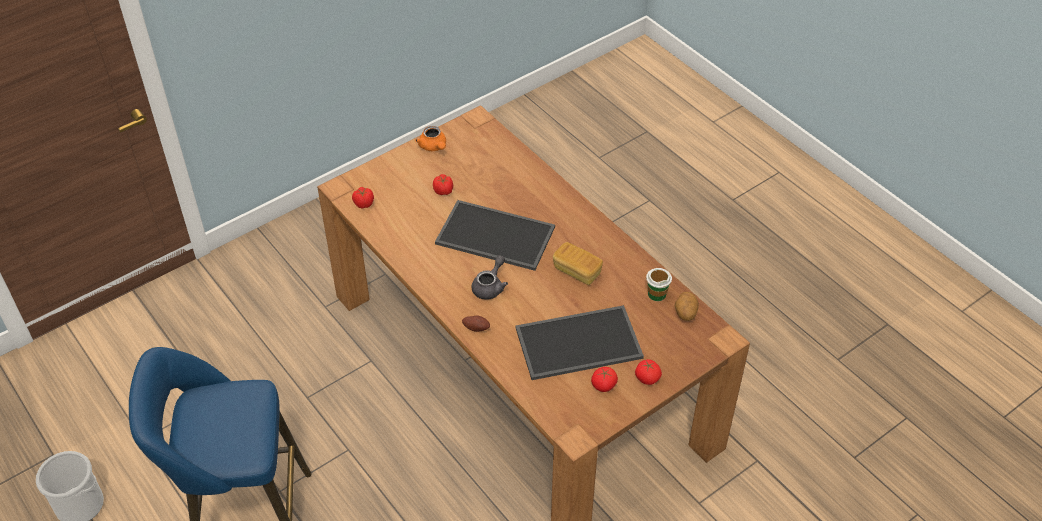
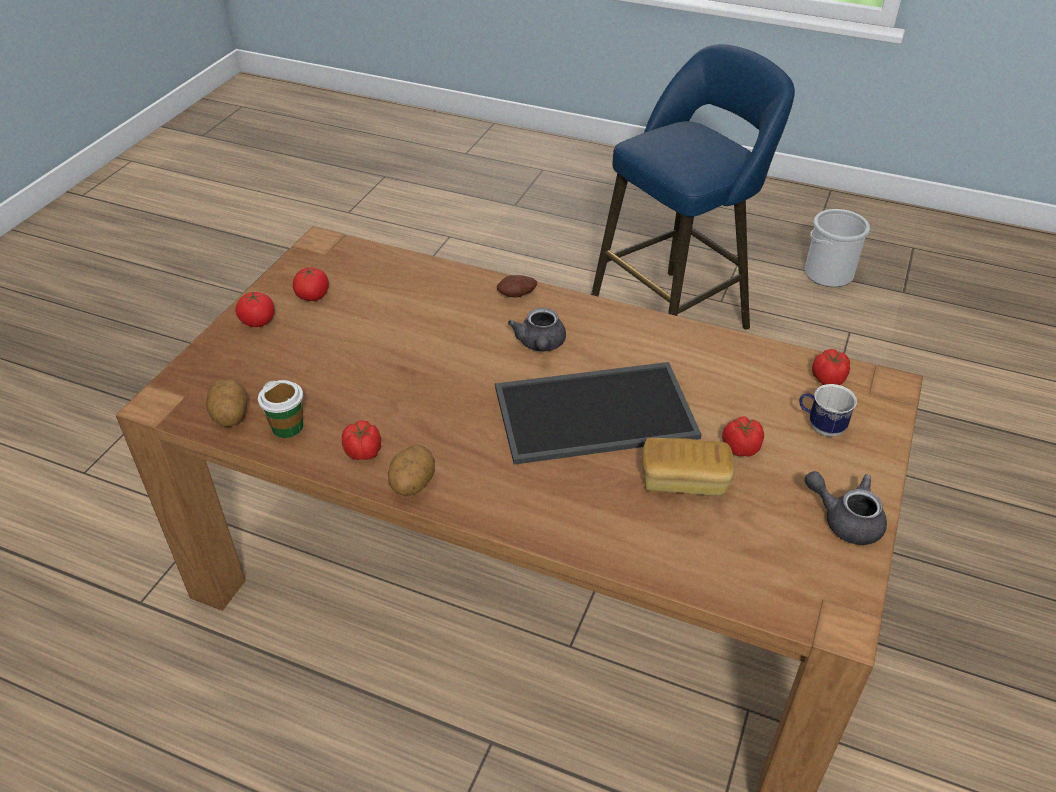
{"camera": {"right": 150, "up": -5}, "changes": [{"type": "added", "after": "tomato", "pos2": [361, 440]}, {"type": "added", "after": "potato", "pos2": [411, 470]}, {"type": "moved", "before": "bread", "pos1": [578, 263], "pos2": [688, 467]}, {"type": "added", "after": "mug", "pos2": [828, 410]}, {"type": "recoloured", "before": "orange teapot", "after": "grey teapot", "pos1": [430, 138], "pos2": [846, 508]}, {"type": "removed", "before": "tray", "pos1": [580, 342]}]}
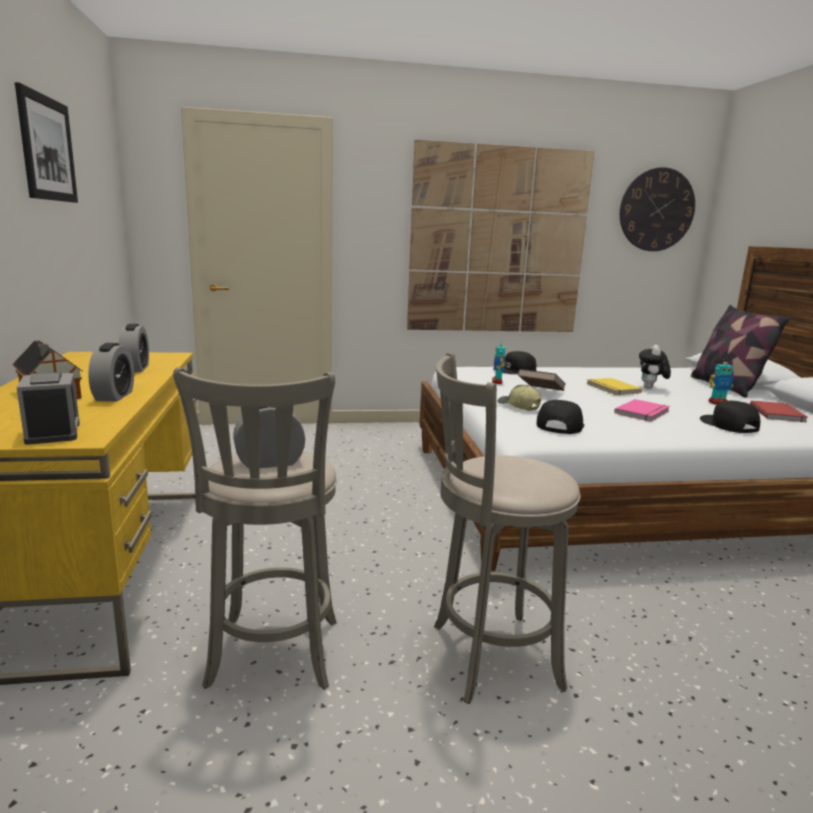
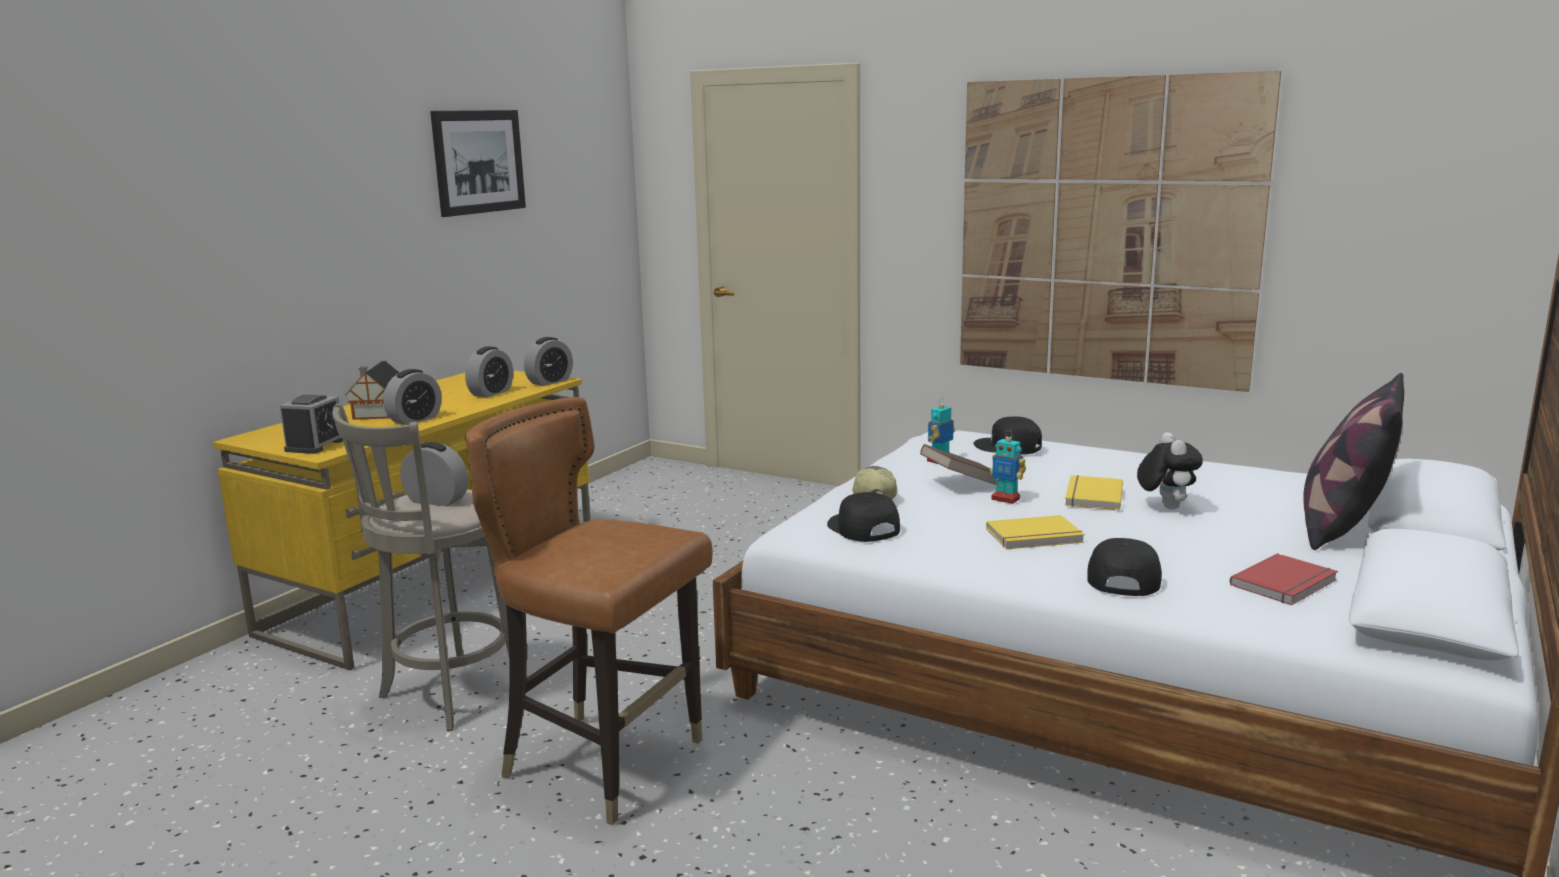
{"camera": {"right": 40, "up": 0}, "changes": [{"type": "replaced", "before": "grey stool", "after": "brown chair", "pos1": [507, 528], "pos2": [589, 611]}, {"type": "added", "after": "alarm clock", "pos2": [548, 361]}, {"type": "turned", "before": "black cap", "pos1": [560, 417], "pos2": [863, 517], "turn": -90}, {"type": "recoloured", "before": "pink book", "after": "yellow book", "pos1": [642, 410], "pos2": [1035, 532]}, {"type": "moved", "before": "toy robot", "pos1": [721, 381], "pos2": [1008, 467]}, {"type": "turned", "before": "plush toy", "pos1": [655, 366], "pos2": [1170, 471], "turn": 120}, {"type": "removed", "before": "wall clock", "pos1": [657, 209]}]}
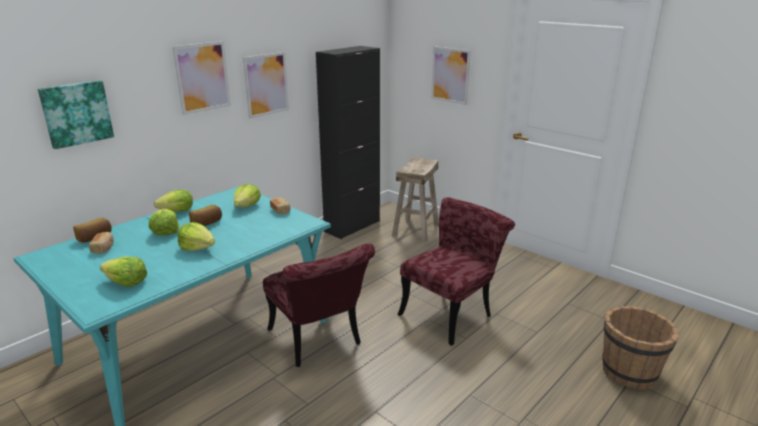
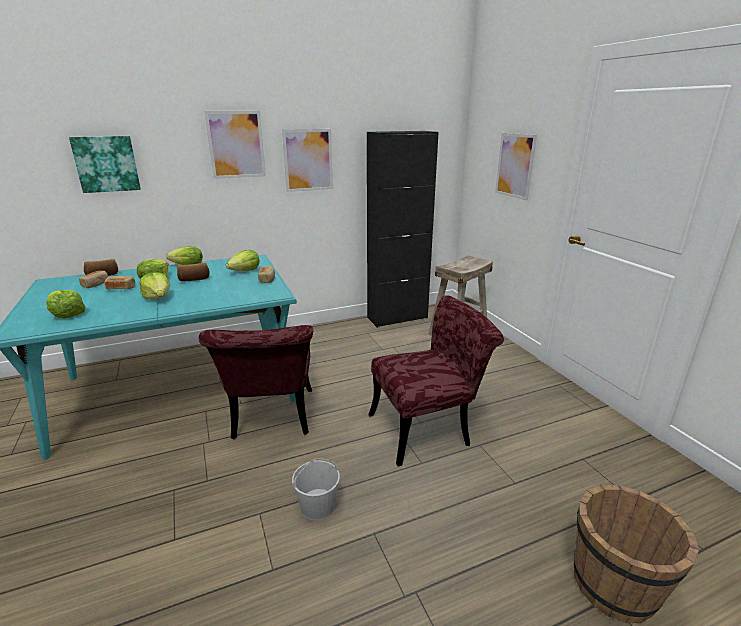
{"camera": {"right": 25, "up": 0}, "changes": [{"type": "added", "after": "bread", "pos2": [119, 282]}, {"type": "added", "after": "white bucket", "pos2": [316, 489]}]}
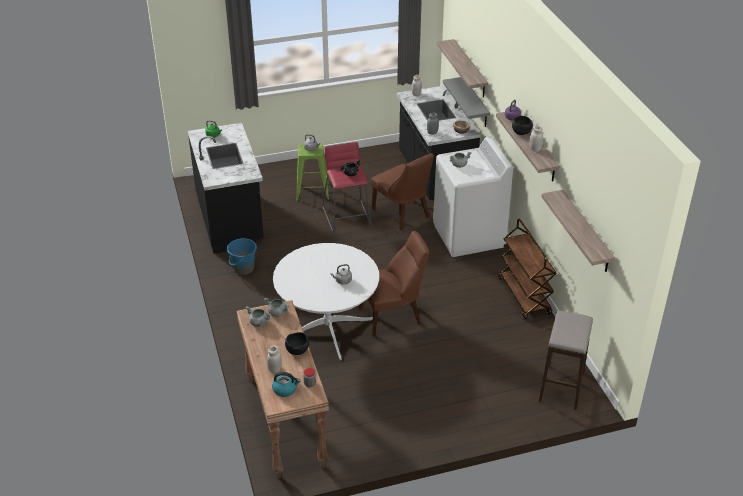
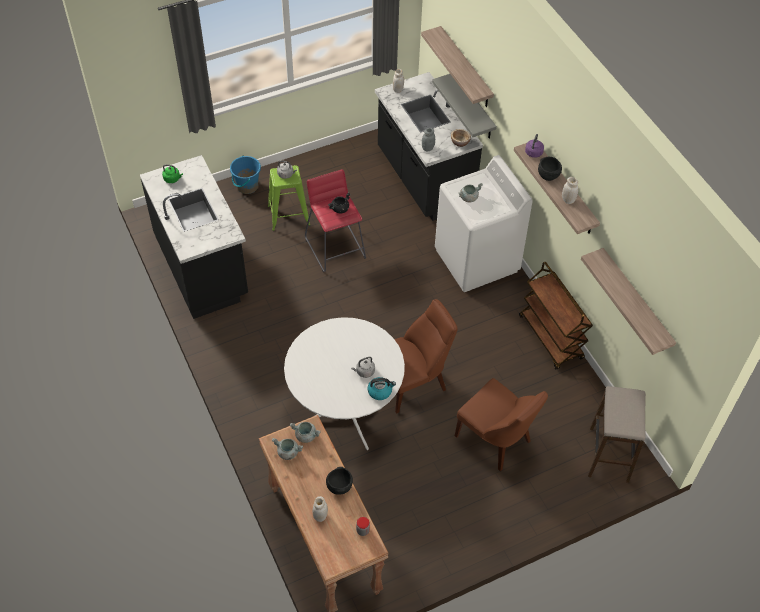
{"camera": {"right": -10, "up": 15}, "changes": [{"type": "moved", "before": "blue bucket", "pos1": [242, 256], "pos2": [245, 174]}, {"type": "moved", "before": "kettle", "pos1": [286, 384], "pos2": [381, 388]}, {"type": "moved", "before": "brown chair", "pos1": [402, 191], "pos2": [501, 424]}]}
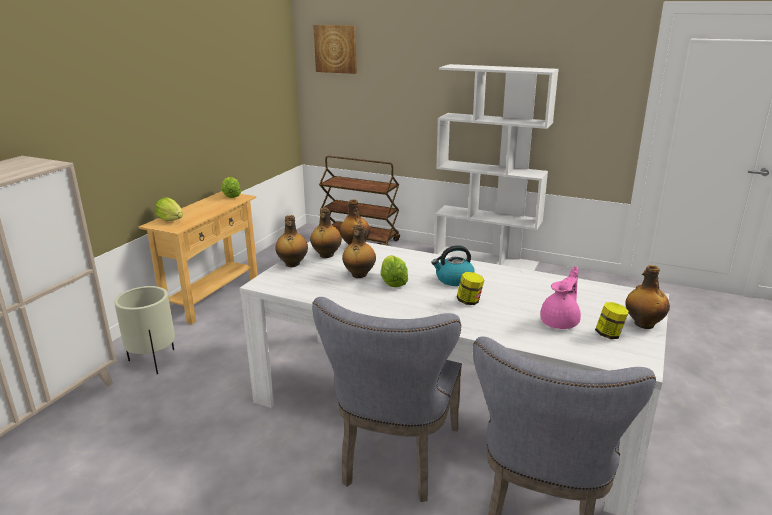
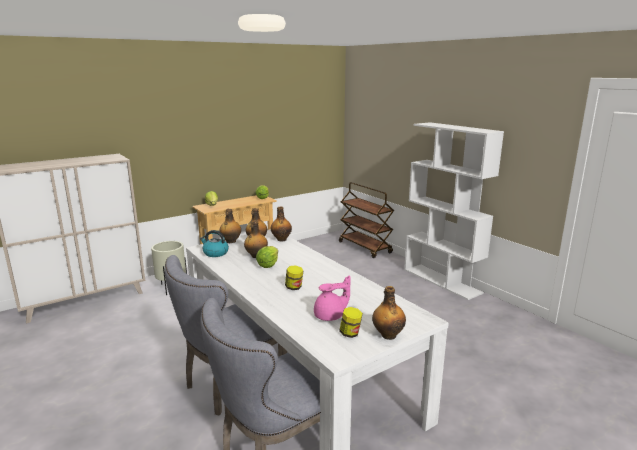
{"camera": {"right": 30, "up": -5}, "changes": [{"type": "moved", "before": "kettle", "pos1": [453, 265], "pos2": [214, 243]}, {"type": "removed", "before": "picture", "pos1": [335, 49]}]}
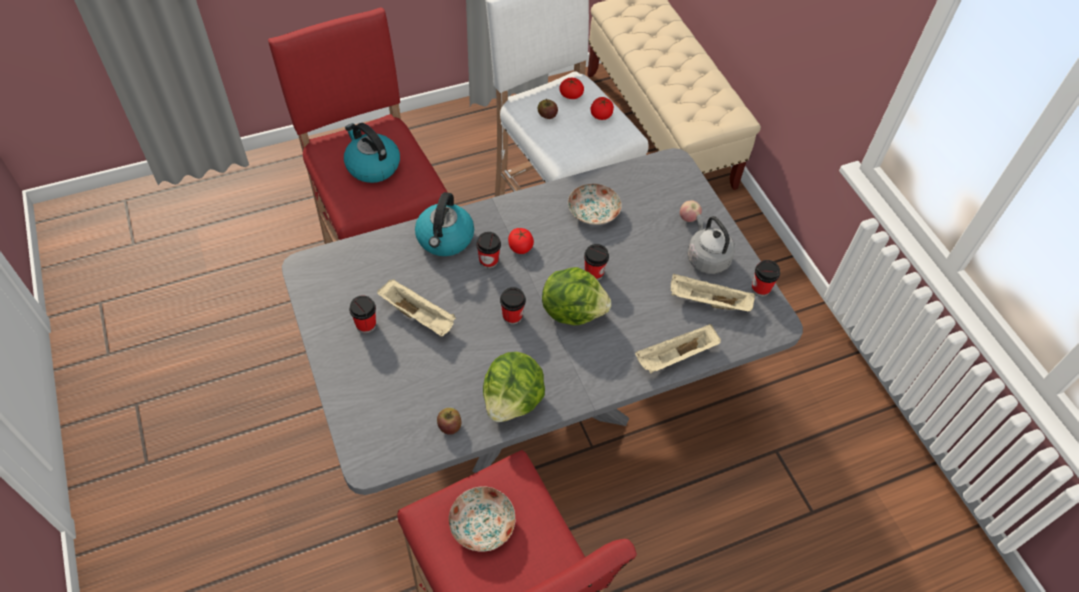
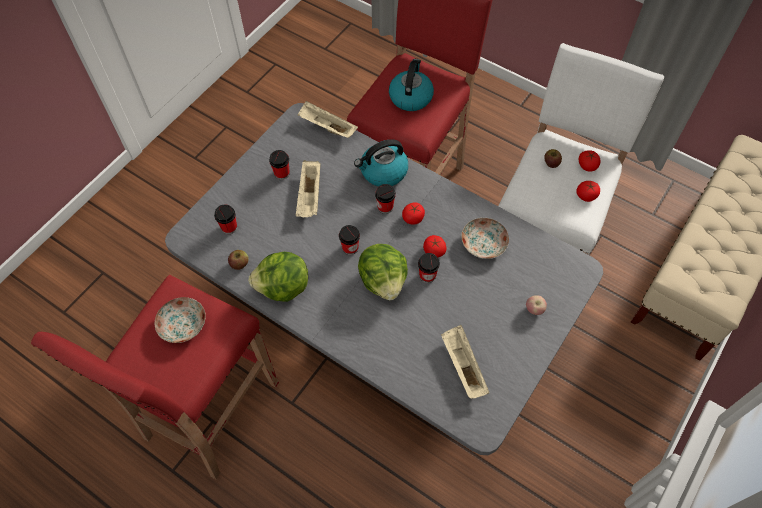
{"camera": {"right": 60, "up": 5}, "changes": [{"type": "moved", "before": "cup", "pos1": [765, 278], "pos2": [225, 219]}, {"type": "moved", "before": "beige tray", "pos1": [678, 348], "pos2": [327, 119]}, {"type": "added", "after": "tomato", "pos2": [435, 246]}, {"type": "removed", "before": "grey kettle", "pos1": [711, 244]}]}
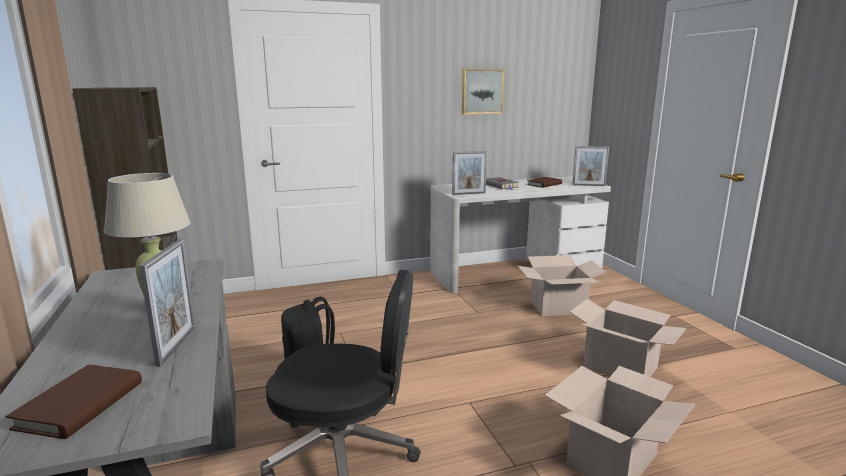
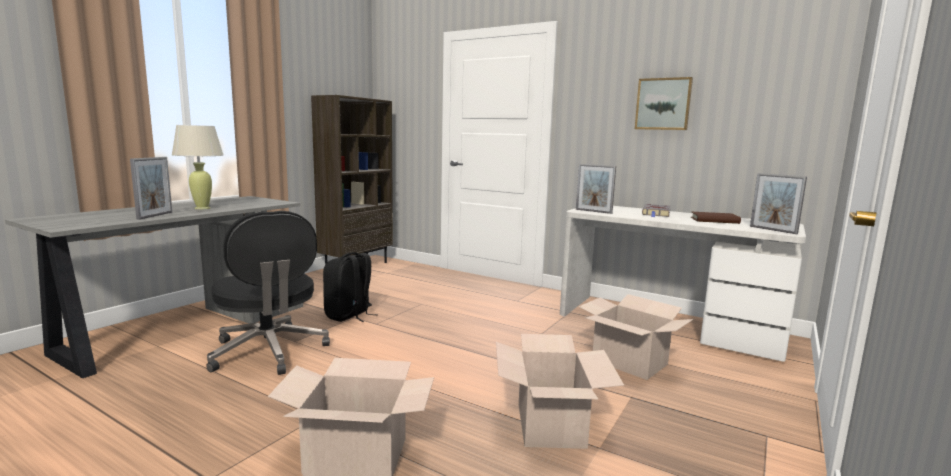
{"camera": {"right": 50, "up": -5}, "changes": [{"type": "turned", "before": "picture frame", "pos1": [167, 303], "pos2": [151, 188], "turn": -45}, {"type": "removed", "before": "brown book", "pos1": [74, 401]}]}
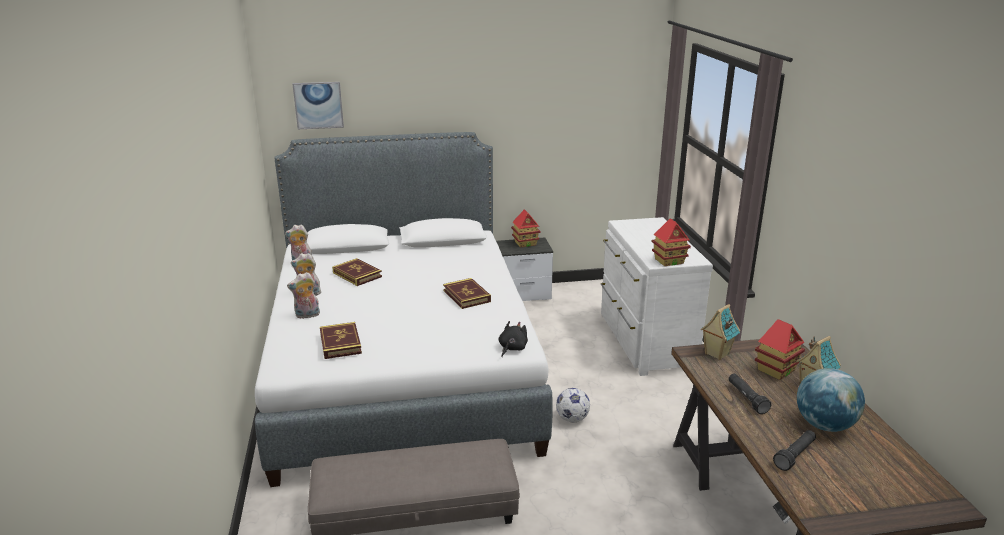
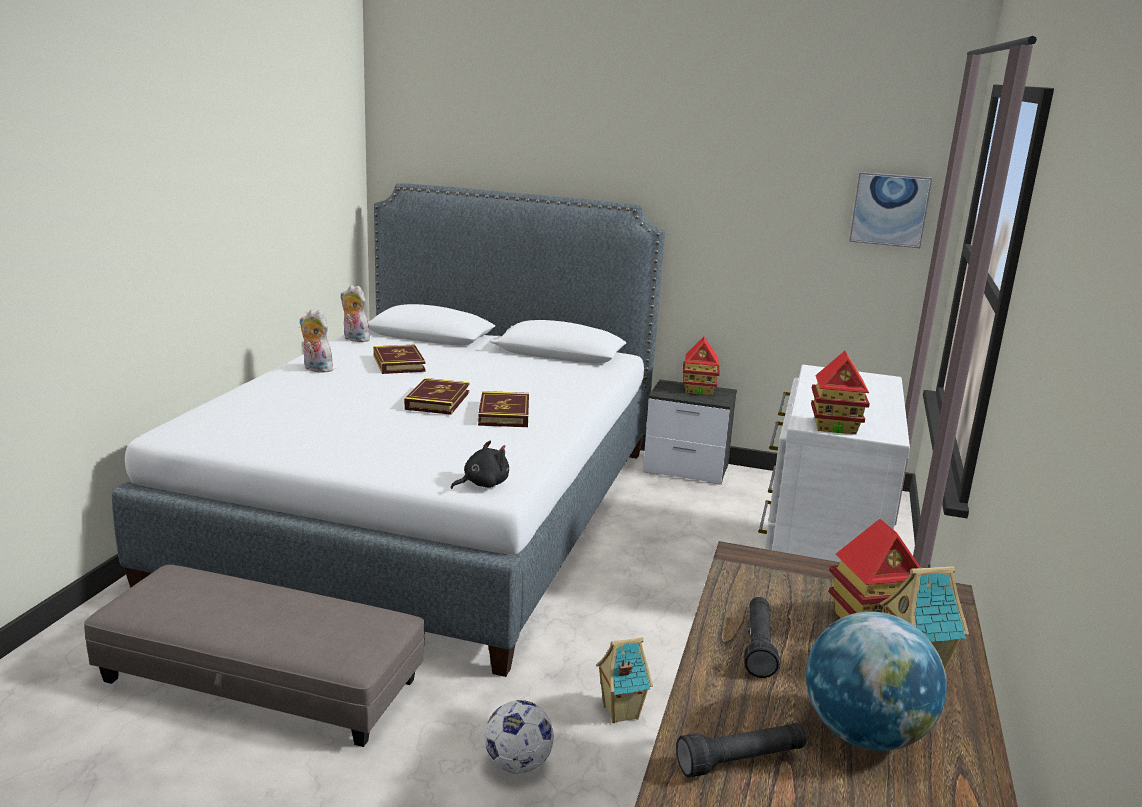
{"camera": {"right": 25, "up": -5}, "changes": [{"type": "moved", "before": "book", "pos1": [341, 340], "pos2": [436, 396]}, {"type": "moved", "before": "football", "pos1": [573, 405], "pos2": [519, 737]}, {"type": "moved", "before": "toy house", "pos1": [720, 332], "pos2": [624, 680]}, {"type": "moved", "before": "picture", "pos1": [318, 105], "pos2": [890, 210]}, {"type": "removed", "before": "plush toy", "pos1": [303, 295]}]}
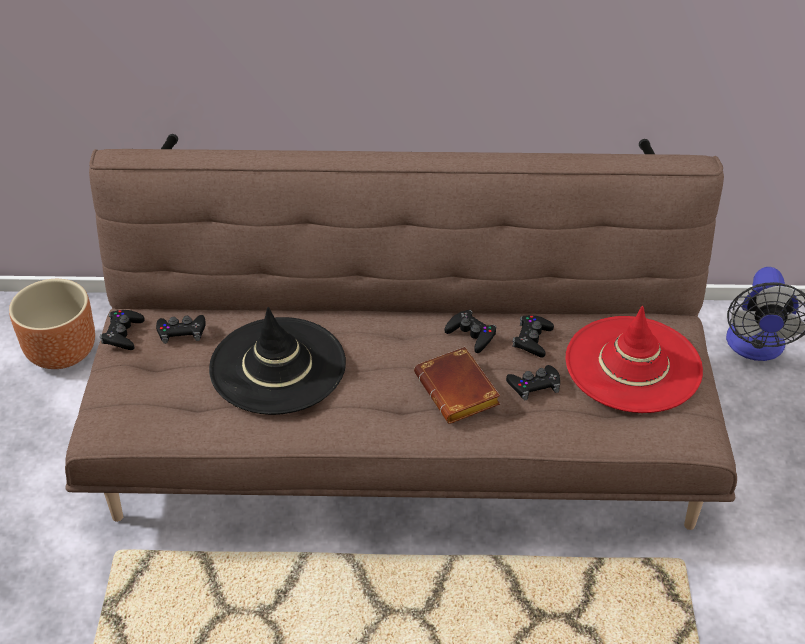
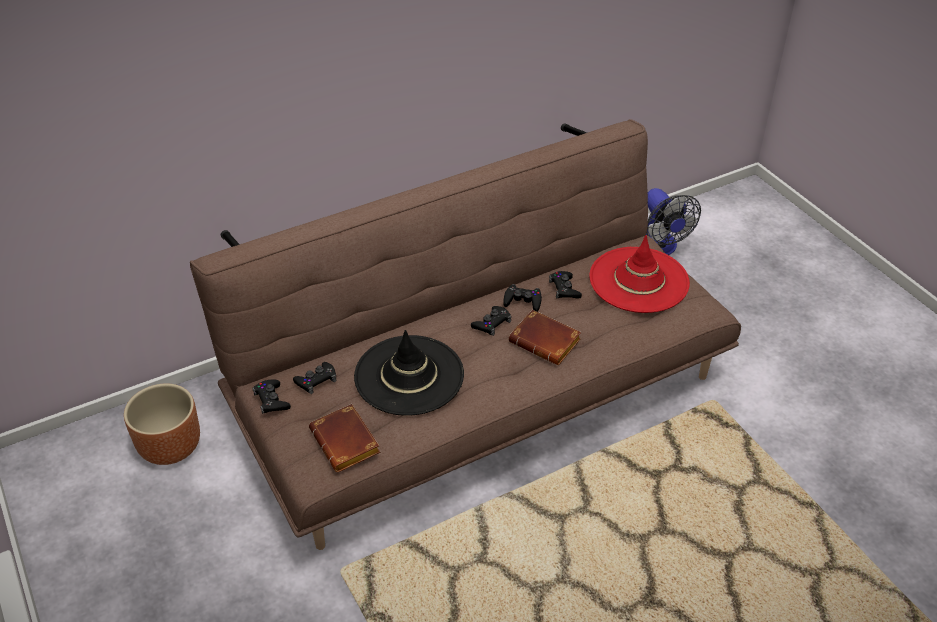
{"camera": {"right": -30, "up": 0}, "changes": [{"type": "added", "after": "brown book", "pos2": [345, 438]}, {"type": "moved", "before": "black game controller", "pos1": [533, 382], "pos2": [491, 321]}]}
